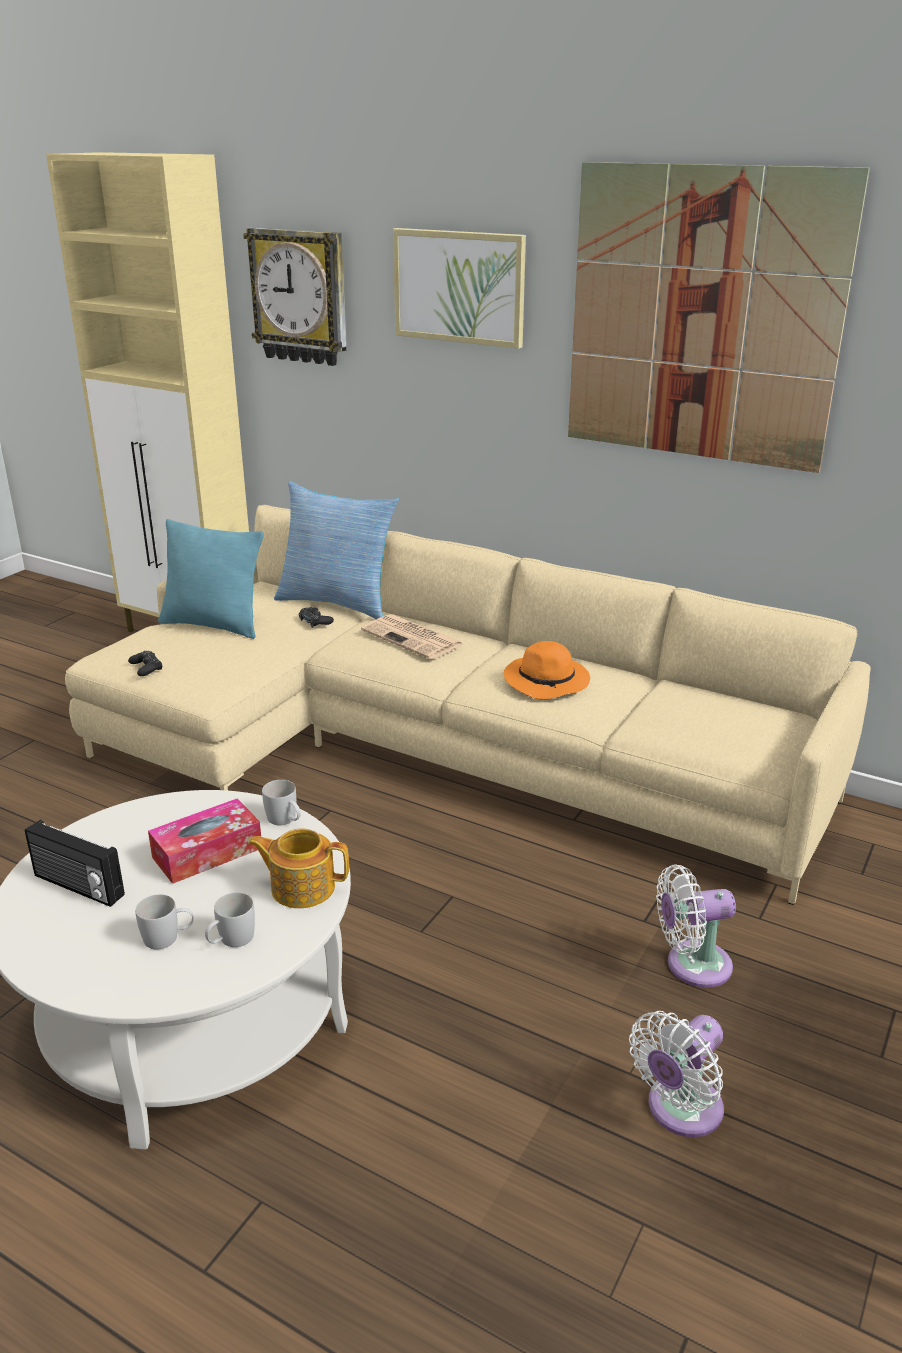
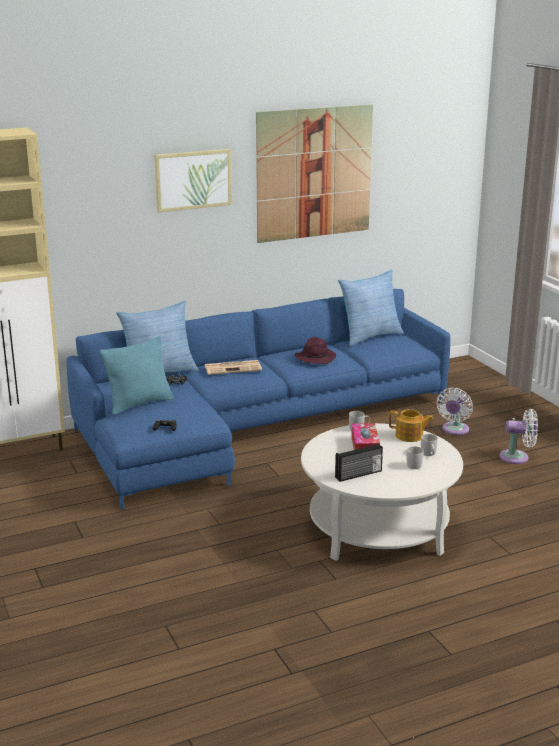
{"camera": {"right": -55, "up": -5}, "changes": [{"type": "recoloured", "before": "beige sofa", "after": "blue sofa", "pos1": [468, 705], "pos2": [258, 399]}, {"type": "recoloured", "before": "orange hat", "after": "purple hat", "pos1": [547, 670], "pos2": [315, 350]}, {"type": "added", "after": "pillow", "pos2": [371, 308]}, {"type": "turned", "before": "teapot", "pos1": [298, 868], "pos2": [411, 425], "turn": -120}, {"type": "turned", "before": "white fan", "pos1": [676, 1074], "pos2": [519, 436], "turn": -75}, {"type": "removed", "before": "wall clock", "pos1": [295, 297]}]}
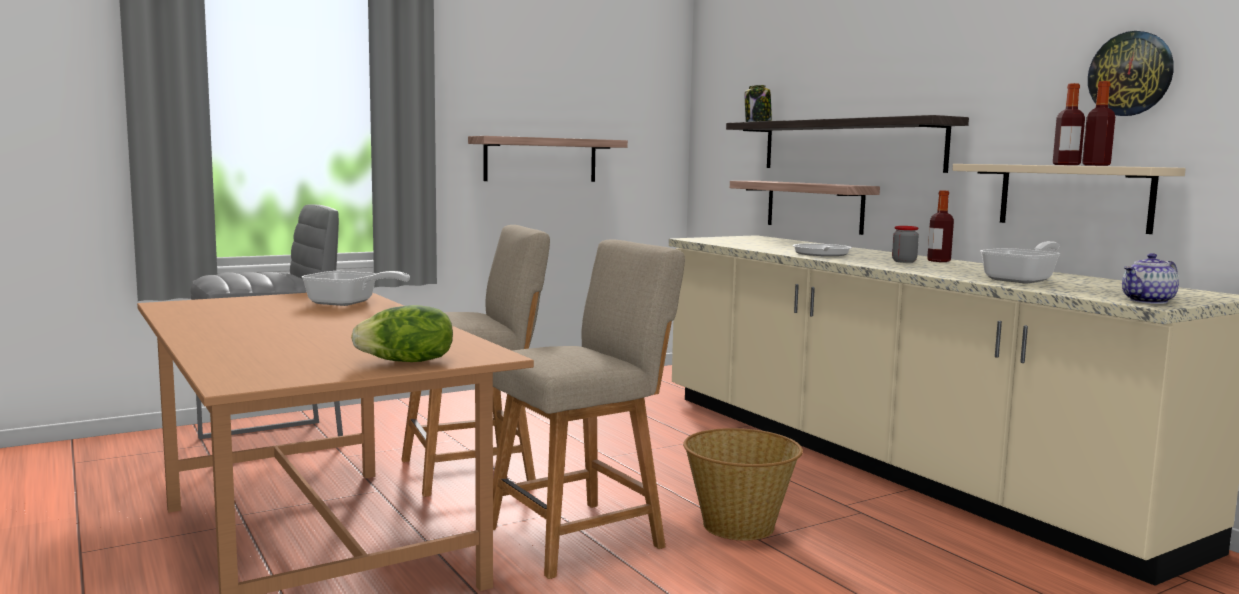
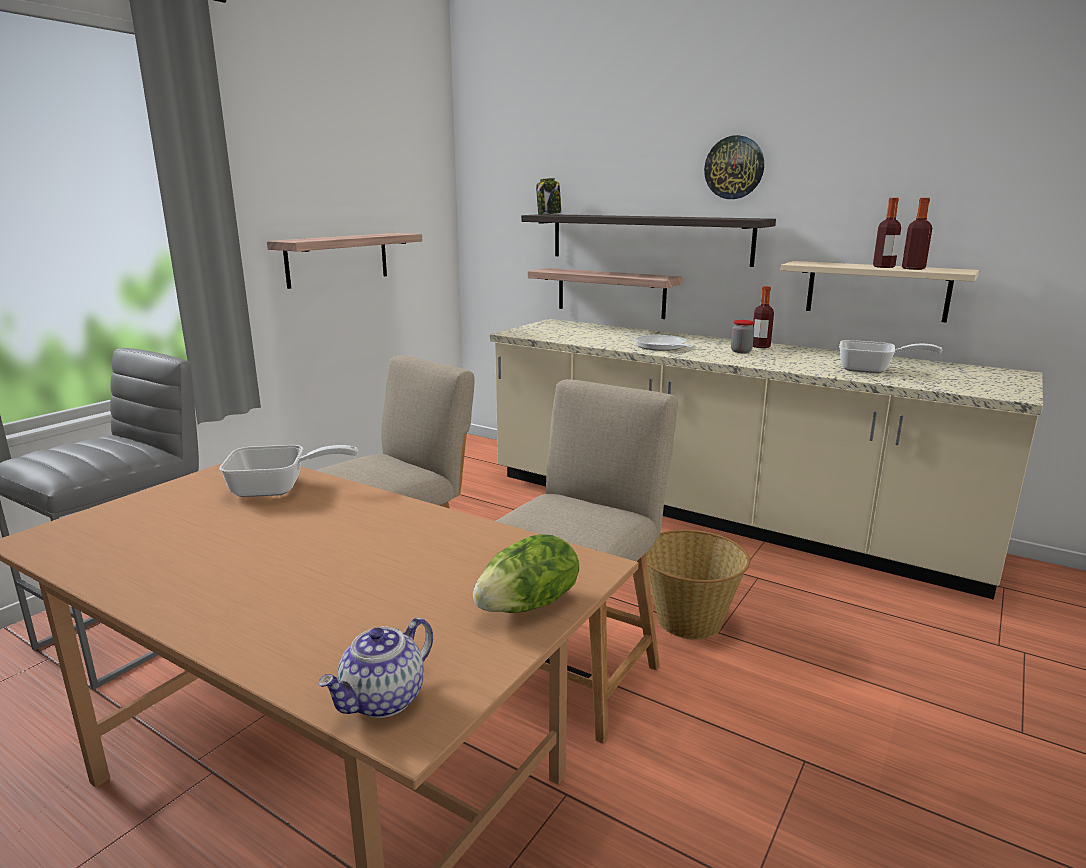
{"camera": {"right": -25, "up": 10}, "changes": [{"type": "moved", "before": "teapot", "pos1": [1150, 278], "pos2": [375, 667]}, {"type": "moved", "before": "wall clock", "pos1": [1131, 73], "pos2": [734, 167]}, {"type": "turned", "before": "frying pan", "pos1": [1020, 262], "pos2": [891, 356], "turn": 90}]}
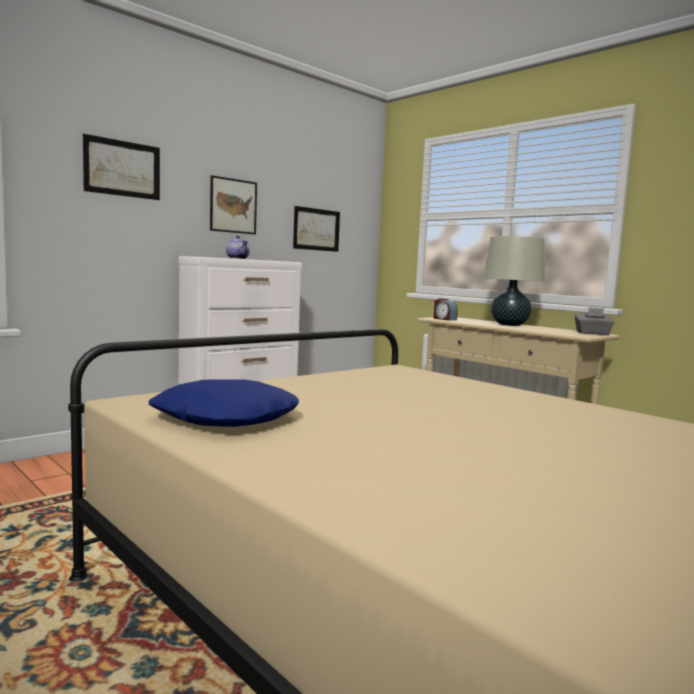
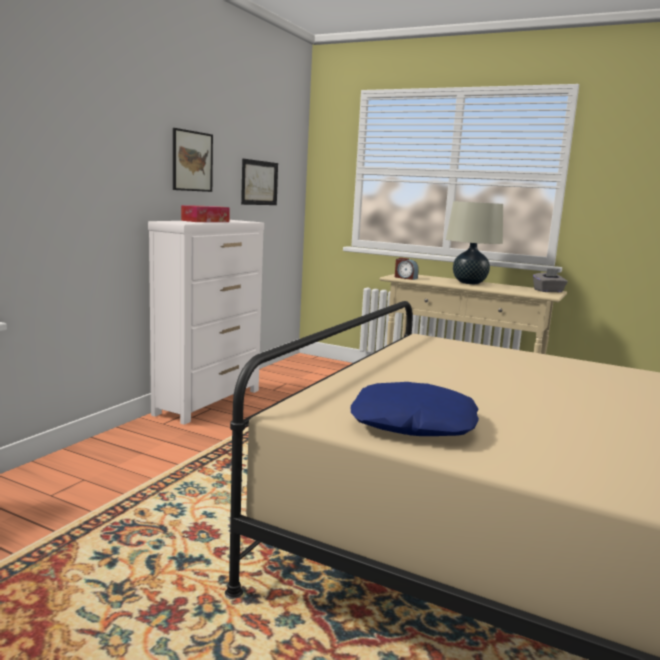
{"camera": {"right": -20, "up": 5}, "changes": [{"type": "replaced", "before": "teapot", "after": "tissue box", "pos1": [238, 247], "pos2": [205, 213]}, {"type": "removed", "before": "picture", "pos1": [121, 167]}]}
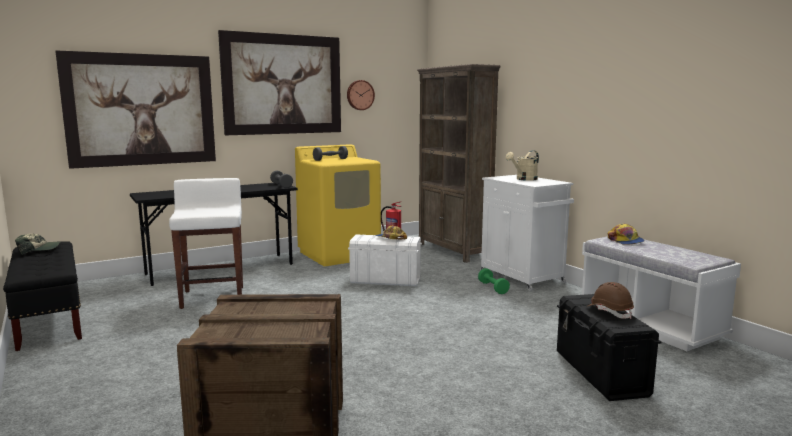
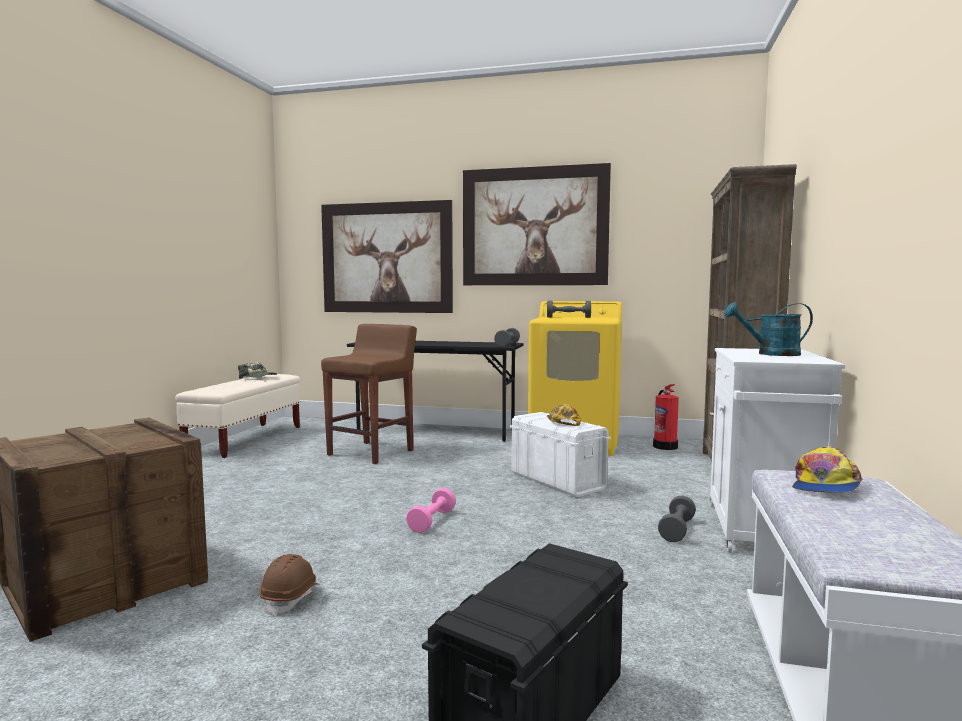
{"camera": {"right": 45, "up": -5}, "changes": [{"type": "recoloured", "before": "black bench", "after": "beige bench", "pos1": [42, 296], "pos2": [237, 416]}, {"type": "moved", "before": "brown hard hat", "pos1": [610, 300], "pos2": [289, 585]}, {"type": "recoloured", "before": "white stool", "after": "brown stool", "pos1": [206, 243], "pos2": [369, 394]}, {"type": "added", "after": "pink dumbbell", "pos2": [431, 510]}, {"type": "recoloured", "before": "green dumbbell", "after": "grey dumbbell", "pos1": [494, 281], "pos2": [677, 519]}, {"type": "recoloured", "before": "beige watering can", "after": "turquoise watering can", "pos1": [522, 166], "pos2": [769, 329]}, {"type": "removed", "before": "wall clock", "pos1": [361, 95]}]}
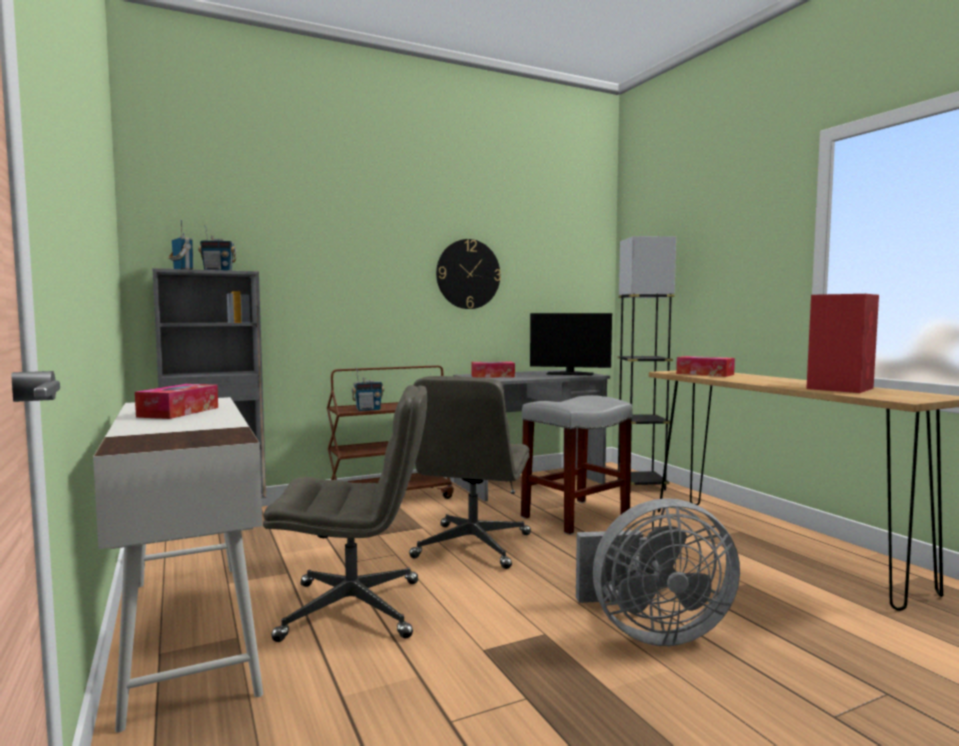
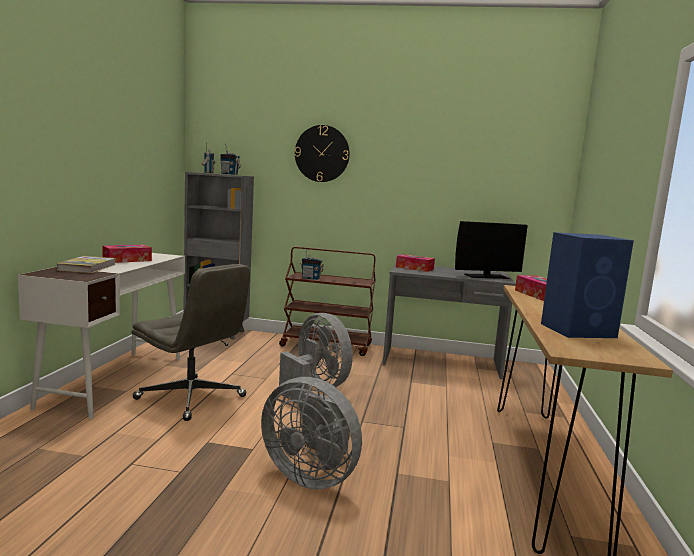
{"camera": {"right": 35, "up": 5}, "changes": [{"type": "added", "after": "book", "pos2": [86, 264]}, {"type": "replaced", "before": "grey office chair", "after": "grey fan", "pos1": [470, 472], "pos2": [316, 358]}, {"type": "moved", "before": "wall clock", "pos1": [468, 274], "pos2": [322, 153]}, {"type": "turned", "before": "monitor", "pos1": [571, 344], "pos2": [491, 250], "turn": -60}, {"type": "recoloured", "before": "red speaker", "after": "blue speaker", "pos1": [842, 343], "pos2": [587, 285]}, {"type": "removed", "before": "grey stool", "pos1": [577, 465]}, {"type": "removed", "before": "grey floor lamp", "pos1": [646, 363]}]}
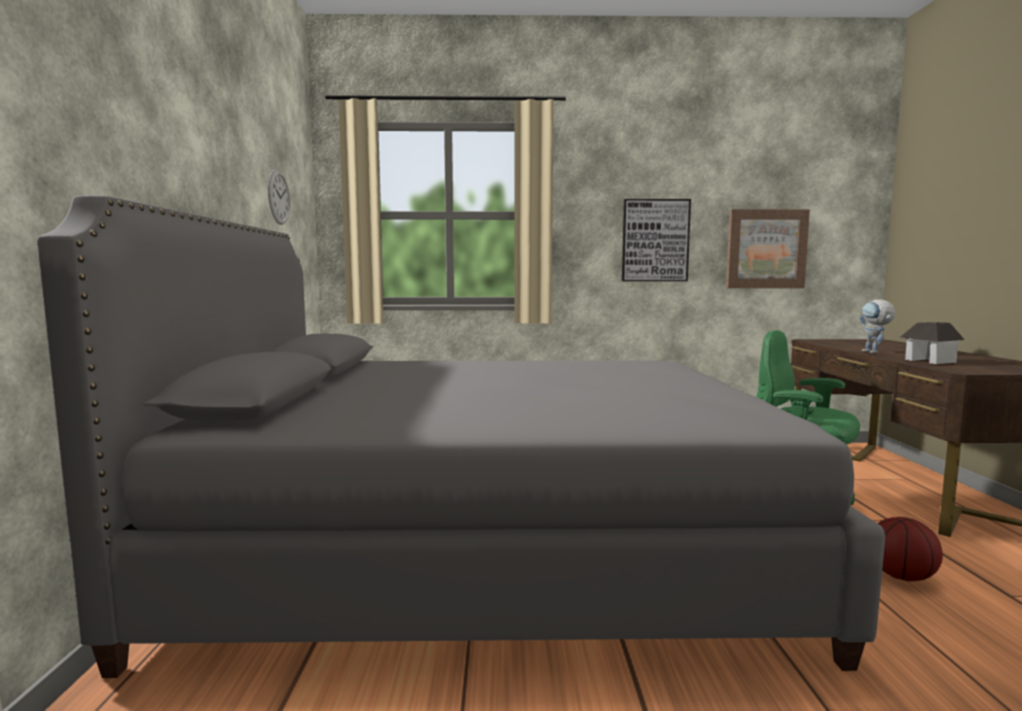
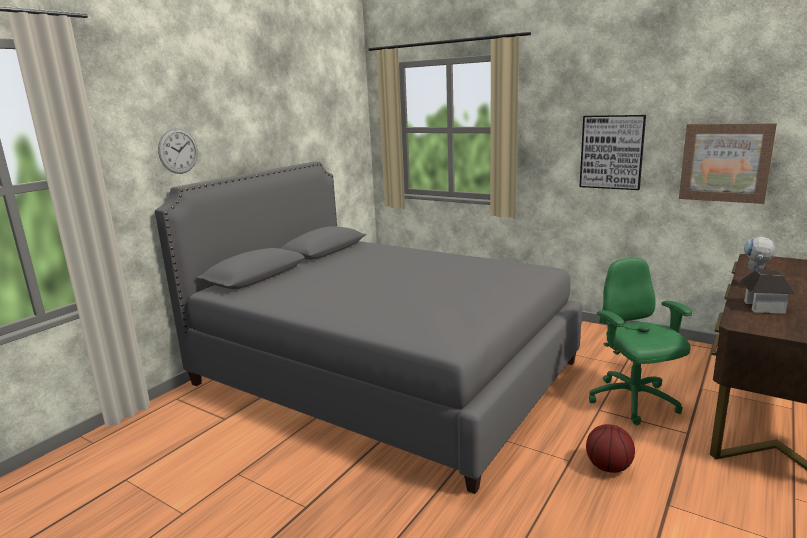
{"camera": {"right": 35, "up": 10}, "changes": [{"type": "moved", "before": "wall clock", "pos1": [279, 197], "pos2": [178, 151]}]}
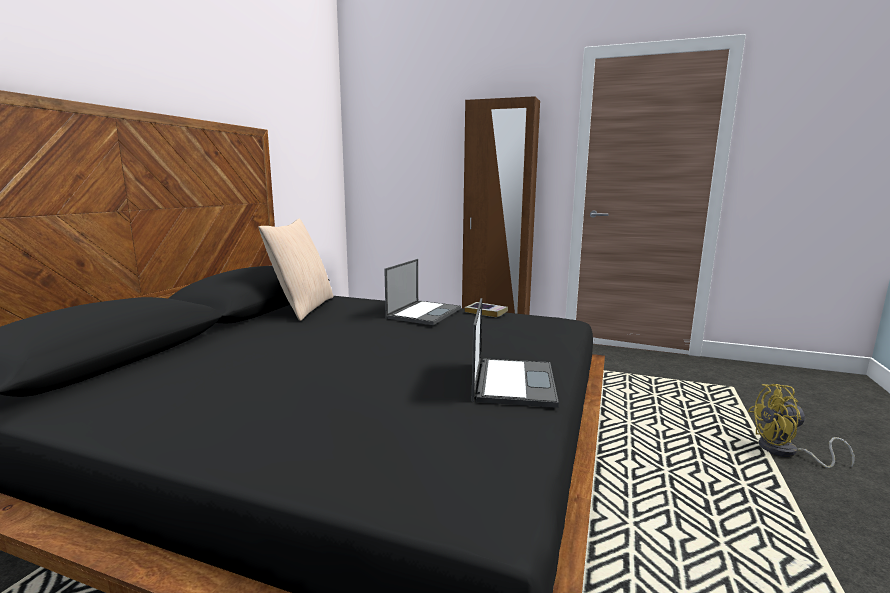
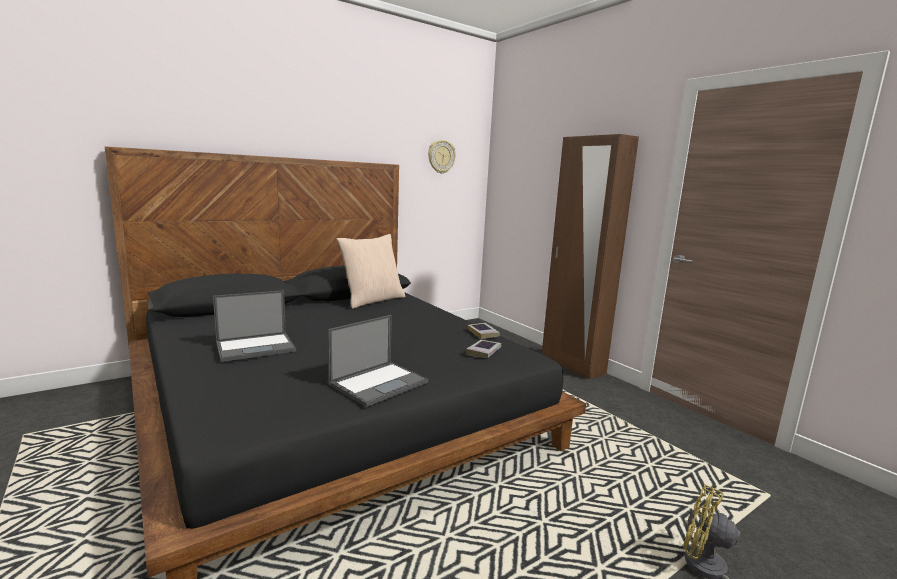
{"camera": {"right": 35, "up": 0}, "changes": [{"type": "moved", "before": "laptop", "pos1": [422, 292], "pos2": [254, 326]}, {"type": "added", "after": "wall clock", "pos2": [442, 157]}, {"type": "added", "after": "book", "pos2": [483, 349]}]}
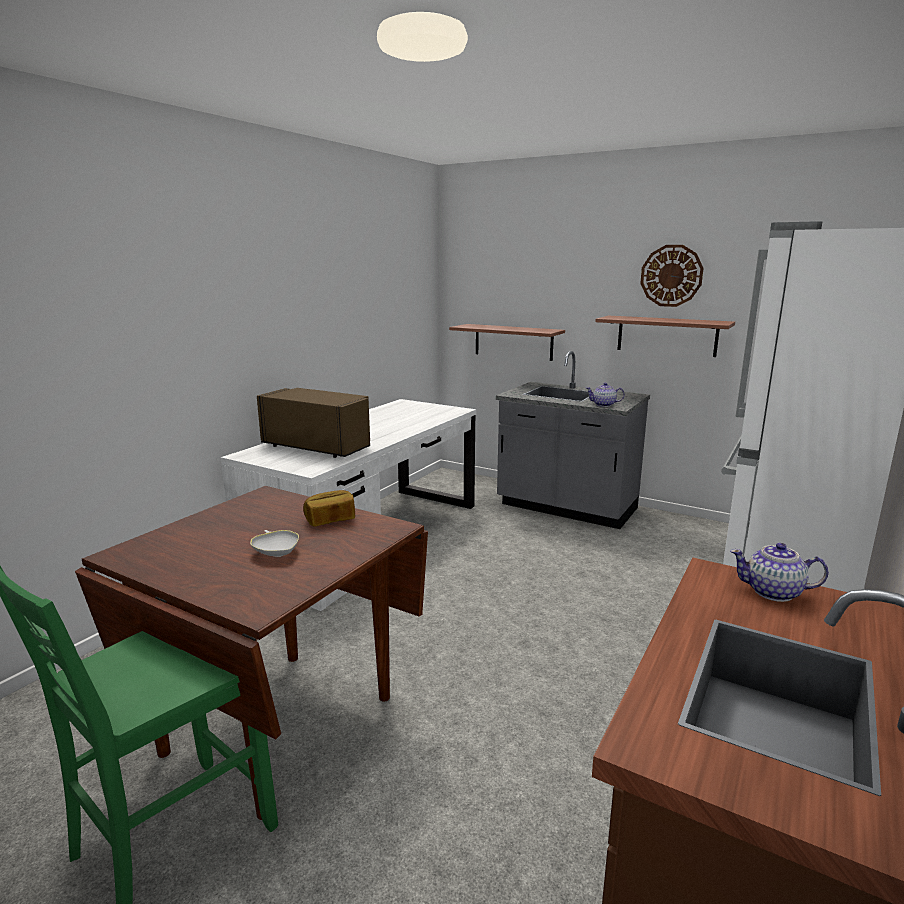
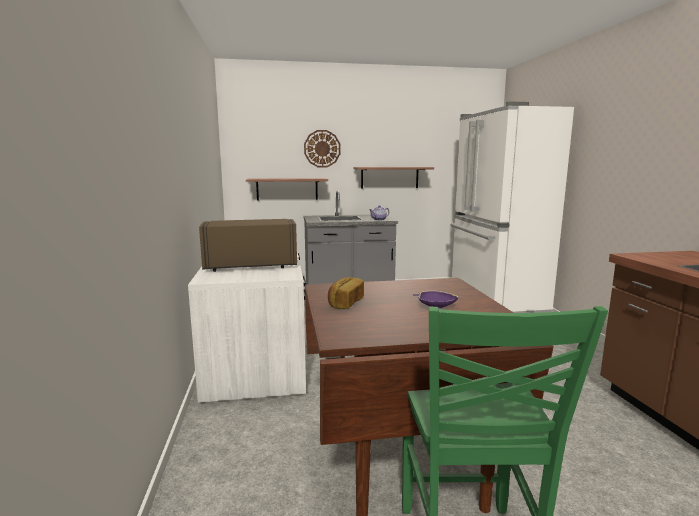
{"camera": {"right": -40, "up": -5}, "changes": [{"type": "moved", "before": "wall clock", "pos1": [672, 276], "pos2": [322, 149]}, {"type": "moved", "before": "bread", "pos1": [329, 508], "pos2": [346, 293]}, {"type": "recoloured", "before": "white bowl", "after": "purple bowl", "pos1": [274, 543], "pos2": [435, 299]}, {"type": "removed", "before": "teapot", "pos1": [779, 572]}]}
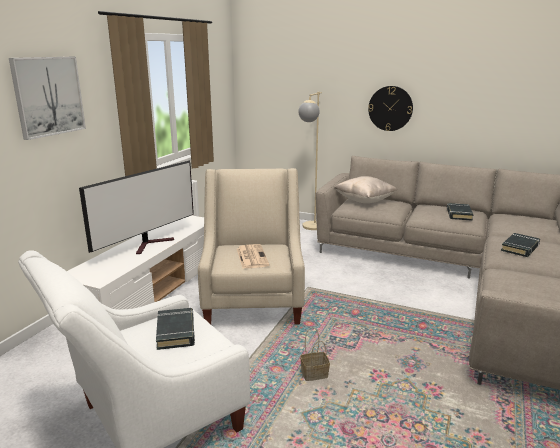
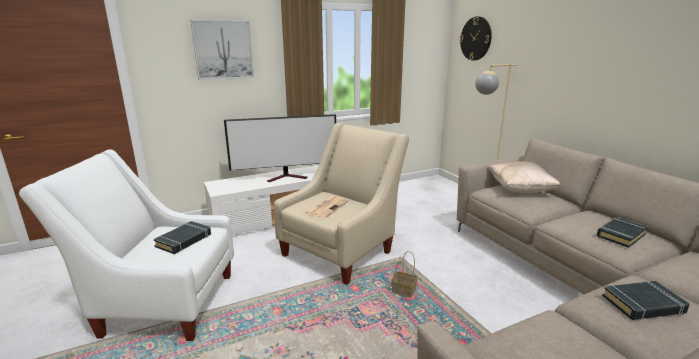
{"camera": {"right": 40, "up": 0}, "changes": [{"type": "moved", "before": "basket", "pos1": [315, 354], "pos2": [404, 274]}, {"type": "moved", "before": "wall clock", "pos1": [390, 108], "pos2": [475, 38]}]}
